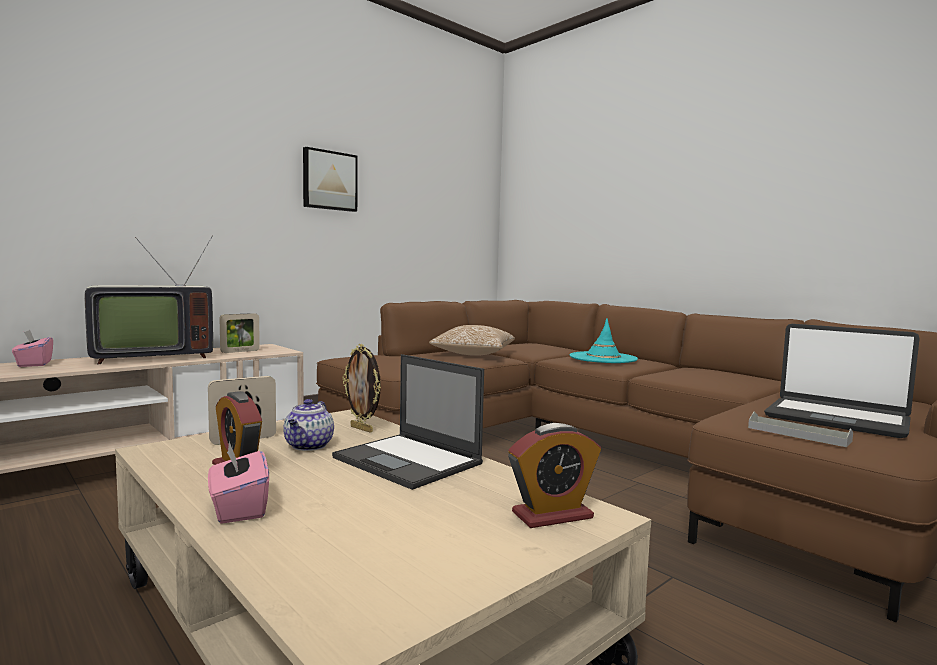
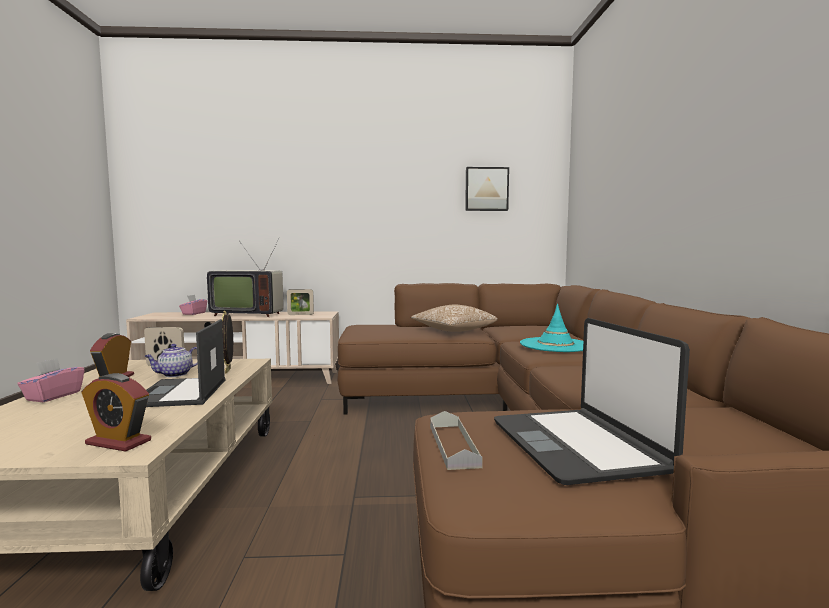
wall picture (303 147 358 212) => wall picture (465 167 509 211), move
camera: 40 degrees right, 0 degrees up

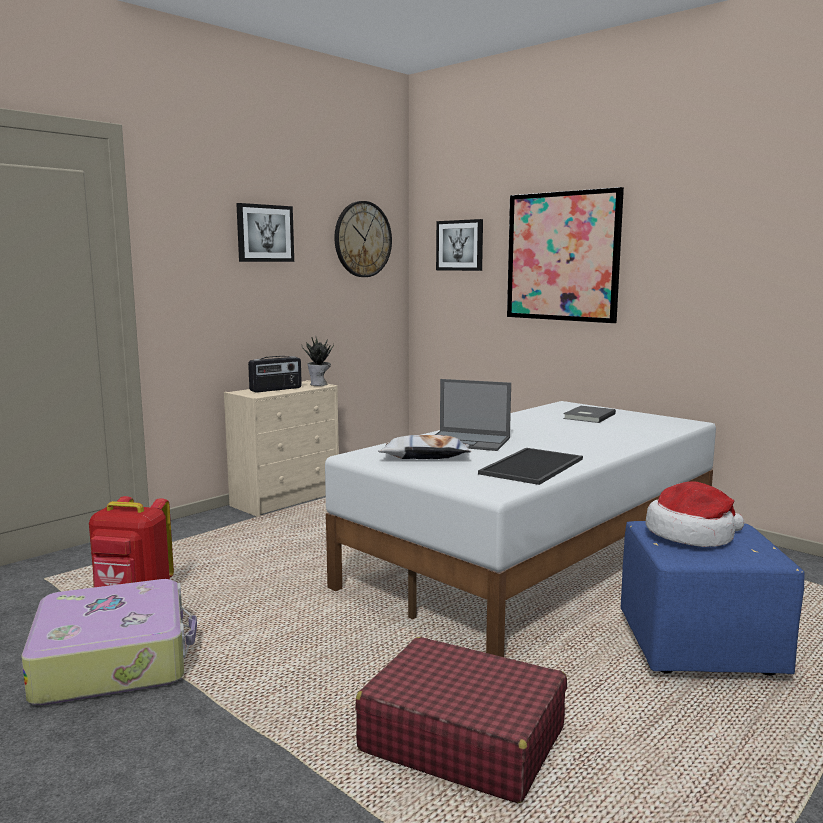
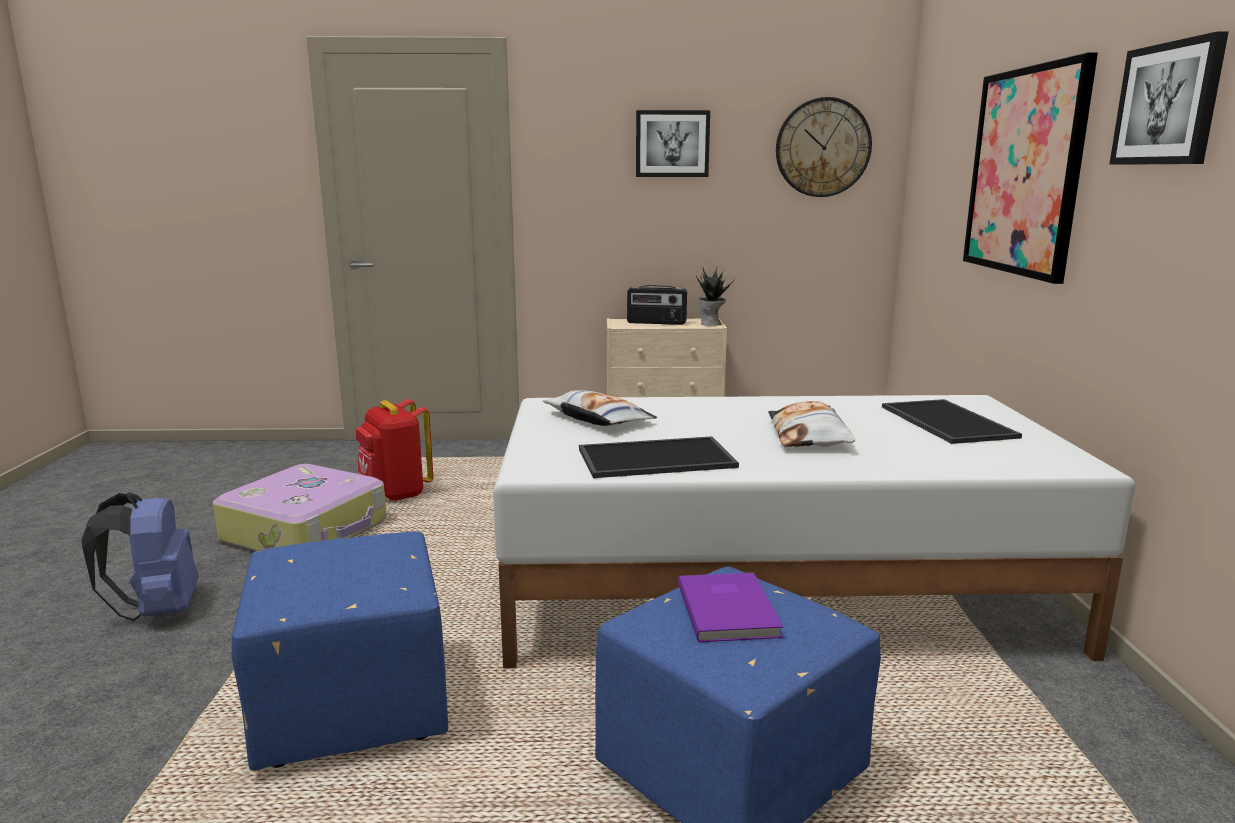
nothing => knapsack in bluish (81 493 199 621)
suitcase in red-coloured (355 637 567 803) => ottoman in bluish (231 532 448 771)
clothing hat (646 481 745 547) => book in purplish (678 572 783 642)
nothing => cushion (768 401 855 447)
book in grey (563 406 616 423) => tray (882 399 1022 444)
wall picture (436 219 483 271) => wall picture (1109 31 1229 165), move
notebook computer (435 379 511 451) => nothing
camera: 45 degrees right, 5 degrees up

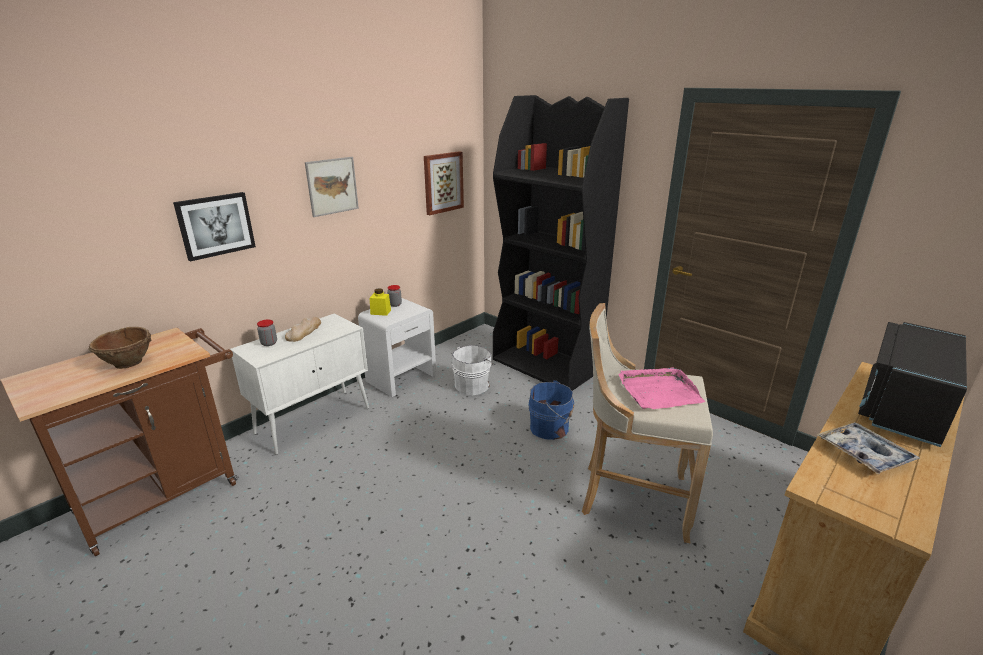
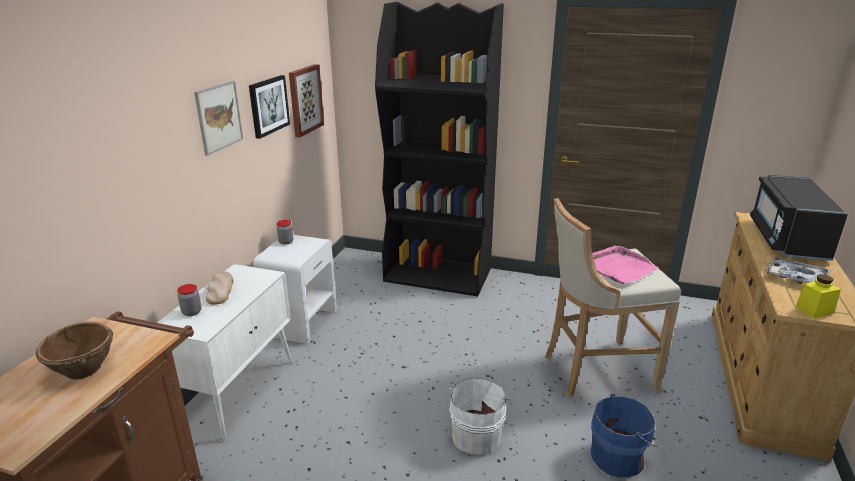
wall picture (173 192 256 261) => wall picture (249 75 290 139), move
bucket in whitish (452 345 495 395) => bucket in whitish (449 378 510 455), move
bucket in bluish (528 380 574 440) => bucket in bluish (591 393 659 477), move
preserve jar in yellowish (370 288 391 316) => preserve jar in yellowish (795 274 841 318), move
camera: 25 degrees left, 0 degrees up

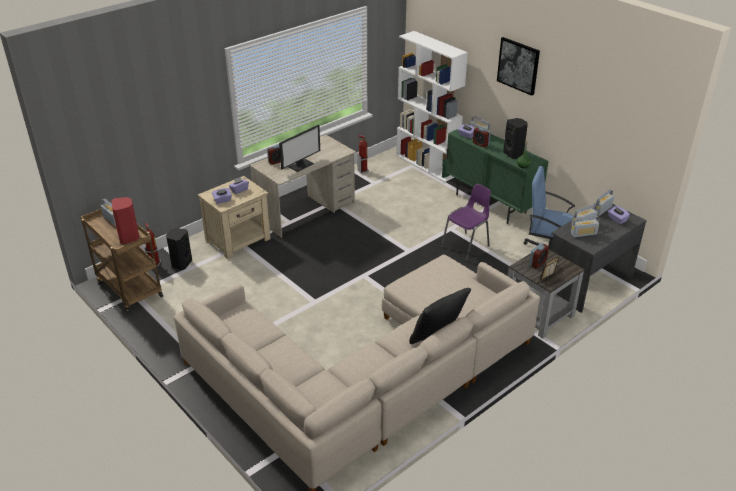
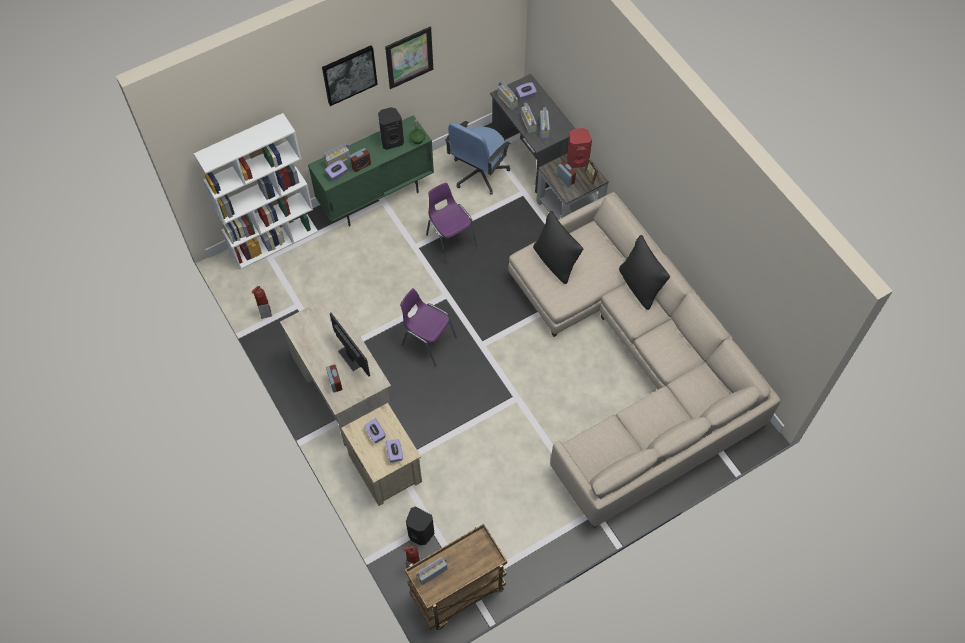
nothing => wall picture (385 27 433 89)
nothing => plain chair in purplish (400 288 457 366)
nothing => cushion in black-coloured (533 211 583 284)
speaker in red-coloured (111 197 139 244) => speaker in red-coloured (567 128 592 168), move
camera: 80 degrees left, 25 degrees up

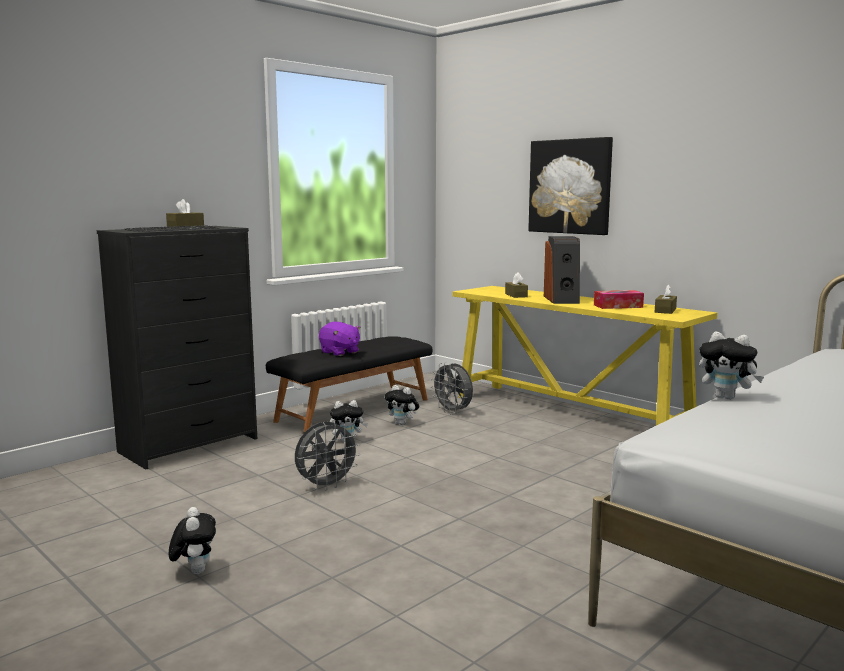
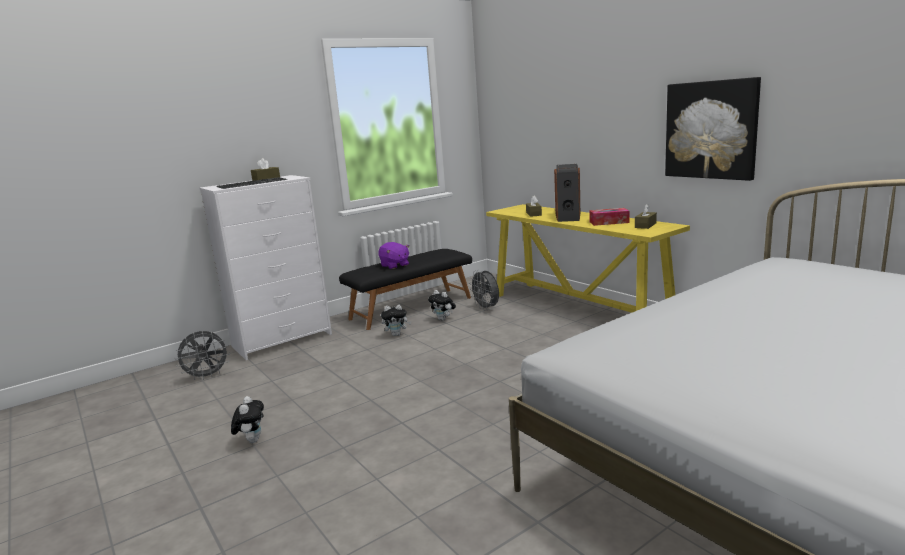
electric fan in grey (295 421 361 491) => electric fan in grey (174 331 229 380), move
dresser in black-coloured (97 226 257 470) => dresser in whitish (200 175 332 360)
wall picture (528 137 613 235) => wall picture (665 77 761 181), move
cuddly toy (699 332 764 400) => nothing
camera: 10 degrees right, 5 degrees up

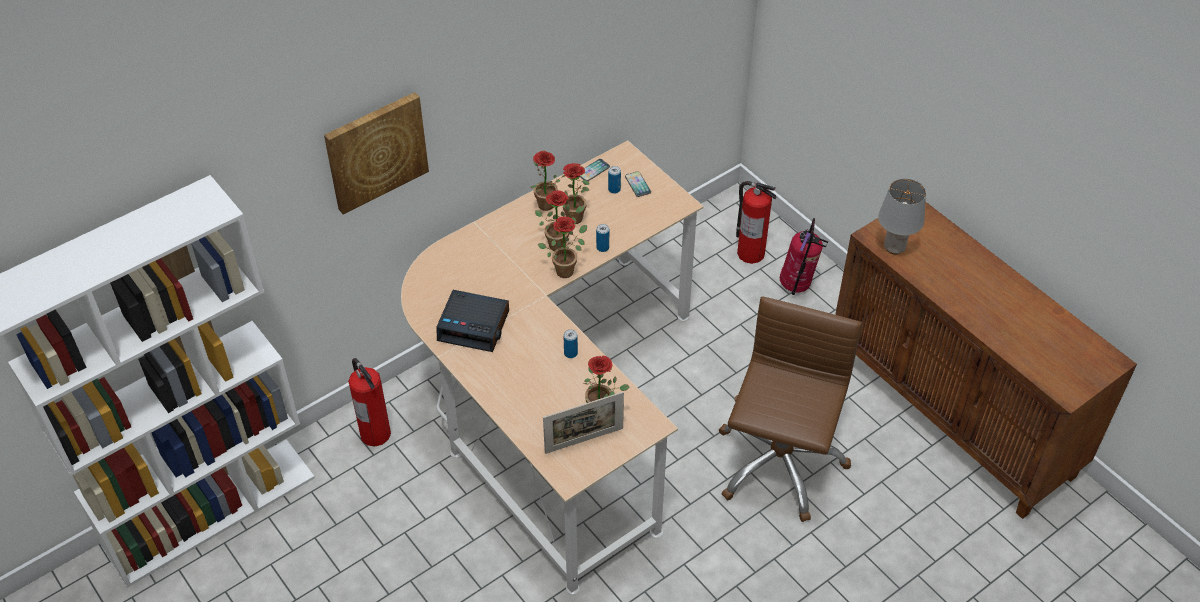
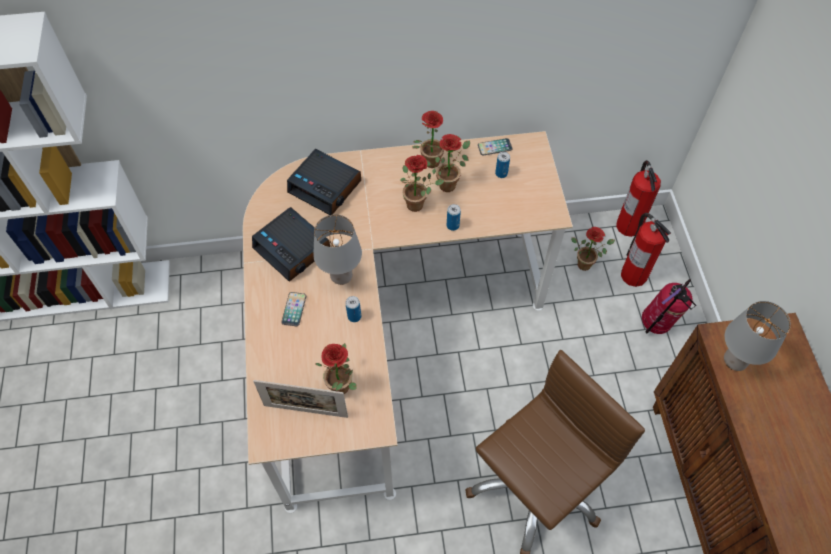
phone (625 171 651 197) => phone (281 292 306 326), move
nothing => bedside clock (287 149 361 215)
nothing => table lamp in grey (313 214 362 285)
plant in a pot (538 216 587 278) => plant in a pot (571 227 615 271), move
fire extinguisher (348 358 391 447) => fire extinguisher (616 160 661 237), move
wall picture (324 92 429 215) => nothing
camera: 30 degrees right, 10 degrees up

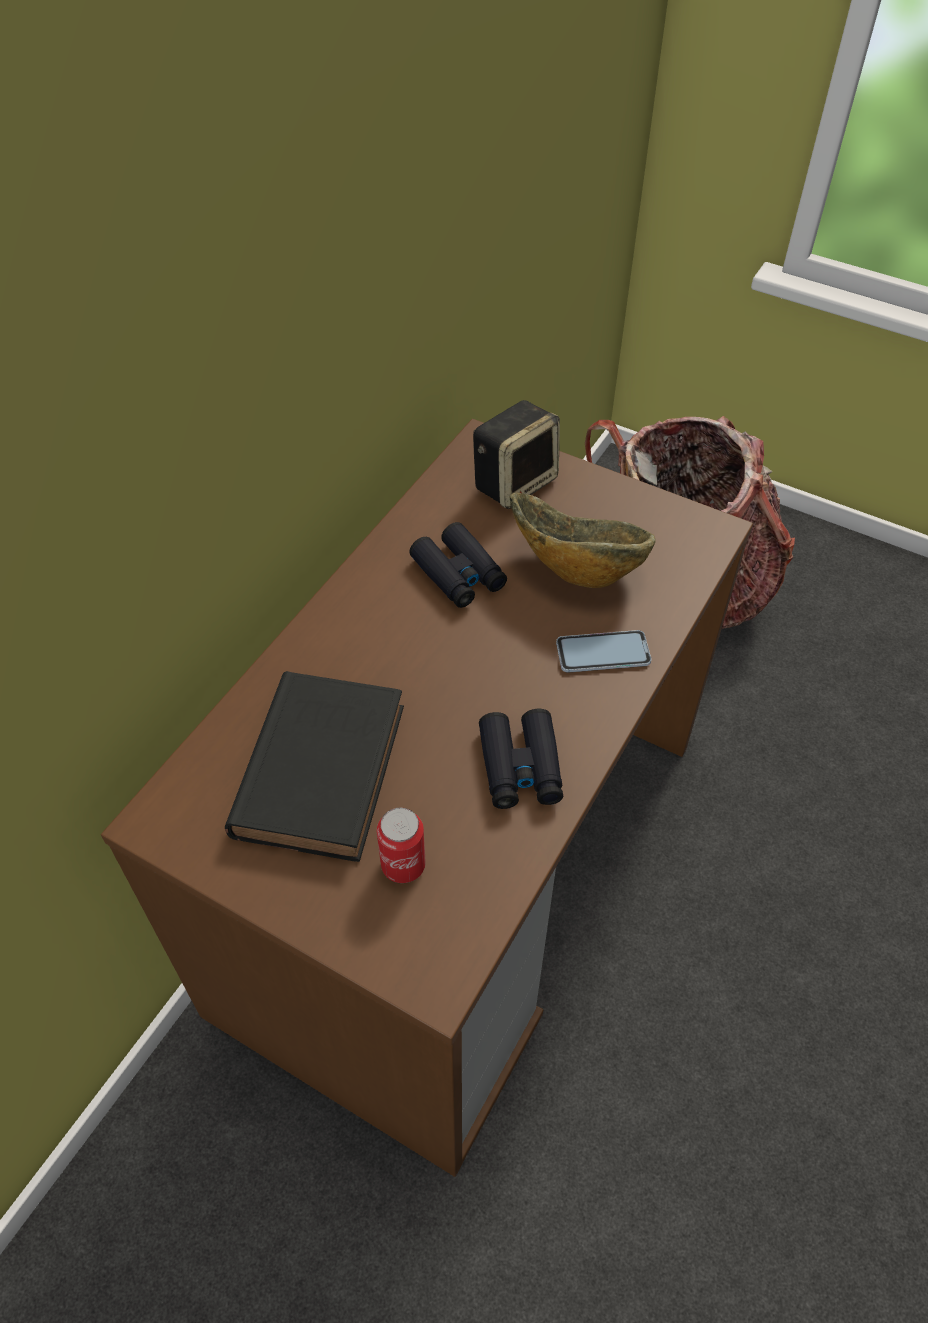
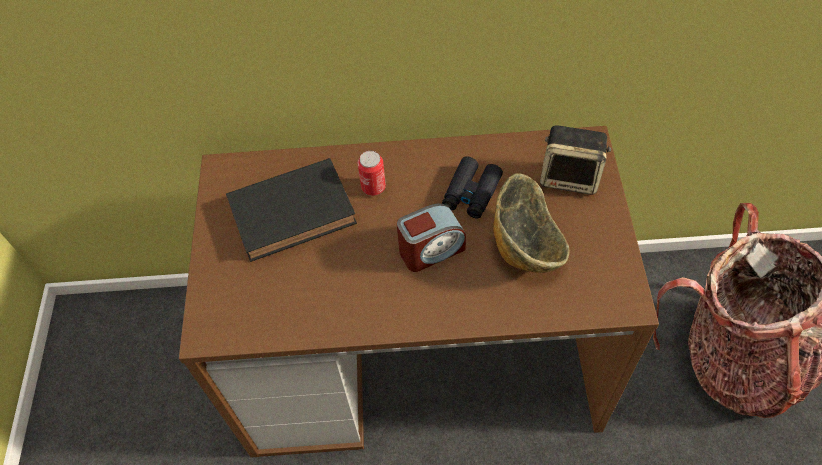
sealed can (377 808 426 883) => sealed can (357 151 386 196), move
nothing => bedside clock (397 203 466 272)
pair of binoculars in black-coloured (479 709 563 809) => nothing
phone (556 630 651 673) => nothing
camera: 60 degrees right, 5 degrees up

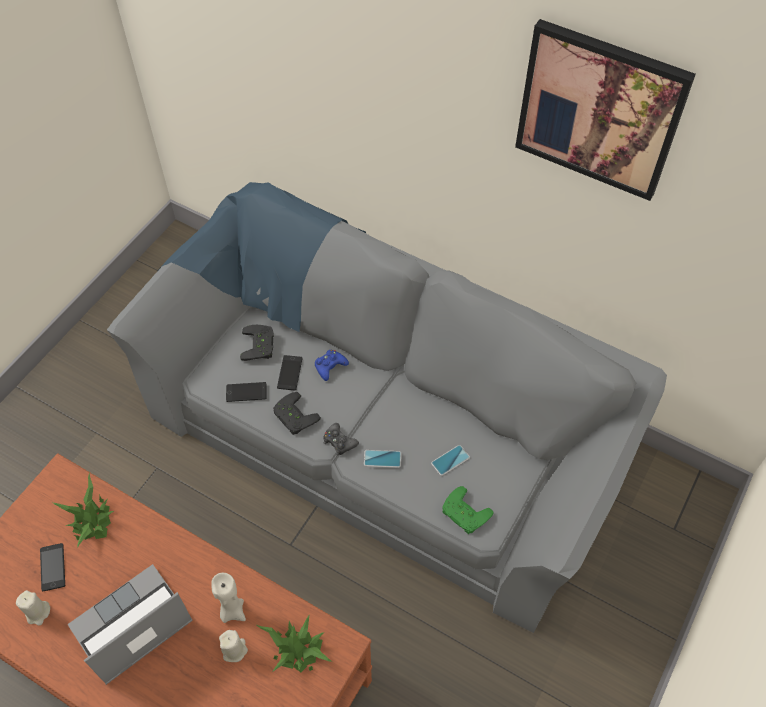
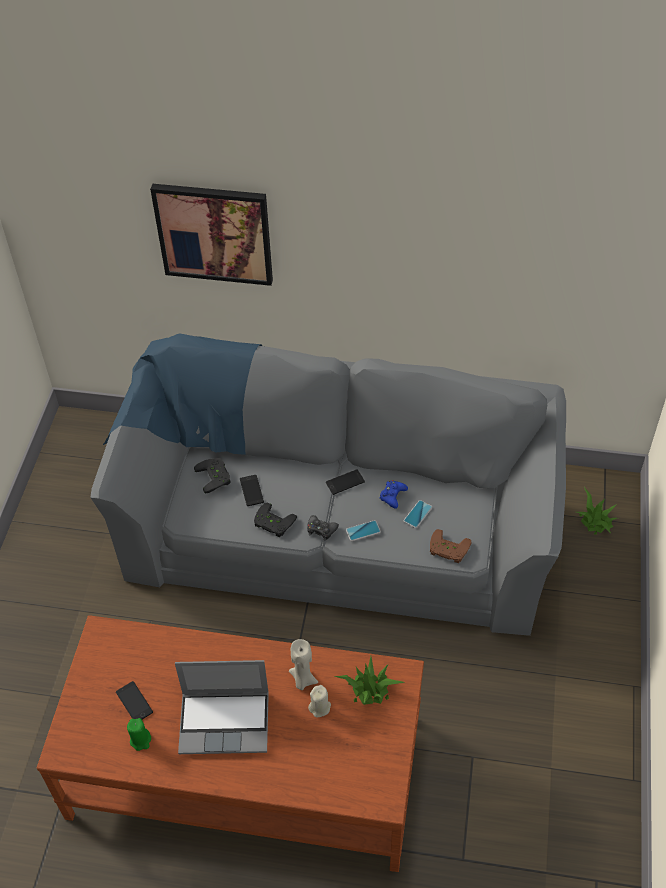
candle in beige-coloured (16 590 50 625) => candle in greenish (127 718 151 751)
wall picture (515 19 696 201) => wall picture (150 184 273 286), move
notebook computer (67 564 193 685) => notebook computer (175 660 269 754), 120 degrees counterclockwise
phone (226 382 267 402) => phone (326 469 365 495), move
gamepad in bluish (315 350 349 381) => gamepad in bluish (380 480 408 509), move
gamepad in greenish (442 486 494 534) => gamepad in brown-coloured (430 529 471 563)
plant in a pot (53 472 114 548) => plant in a pot (576 487 618 535), move
camera: 20 degrees left, 5 degrees down

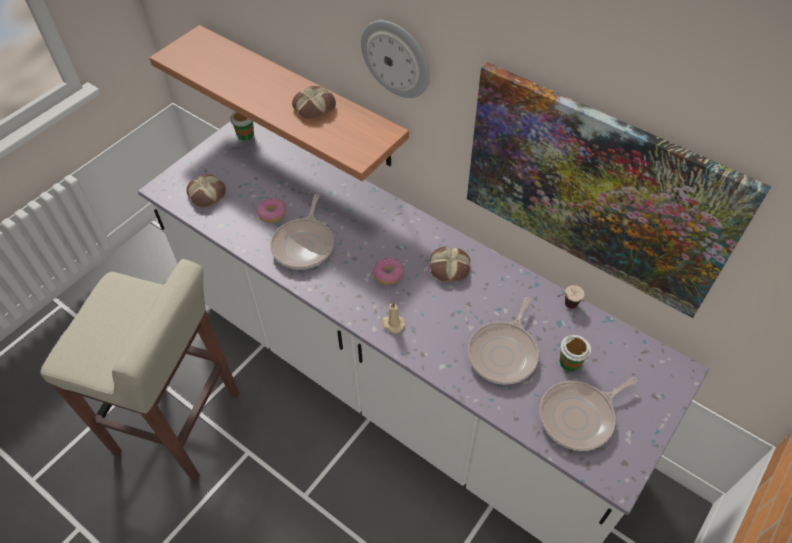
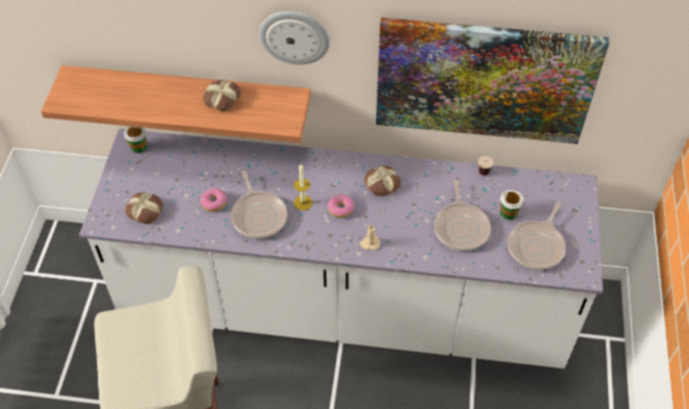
nothing => candle (294 164 313 210)
camera: 30 degrees left, 0 degrees up

